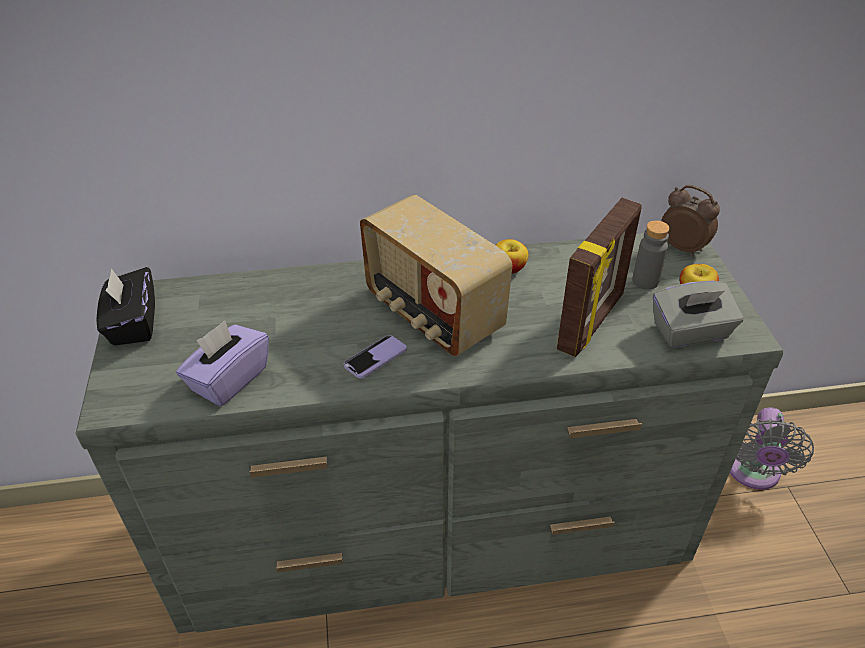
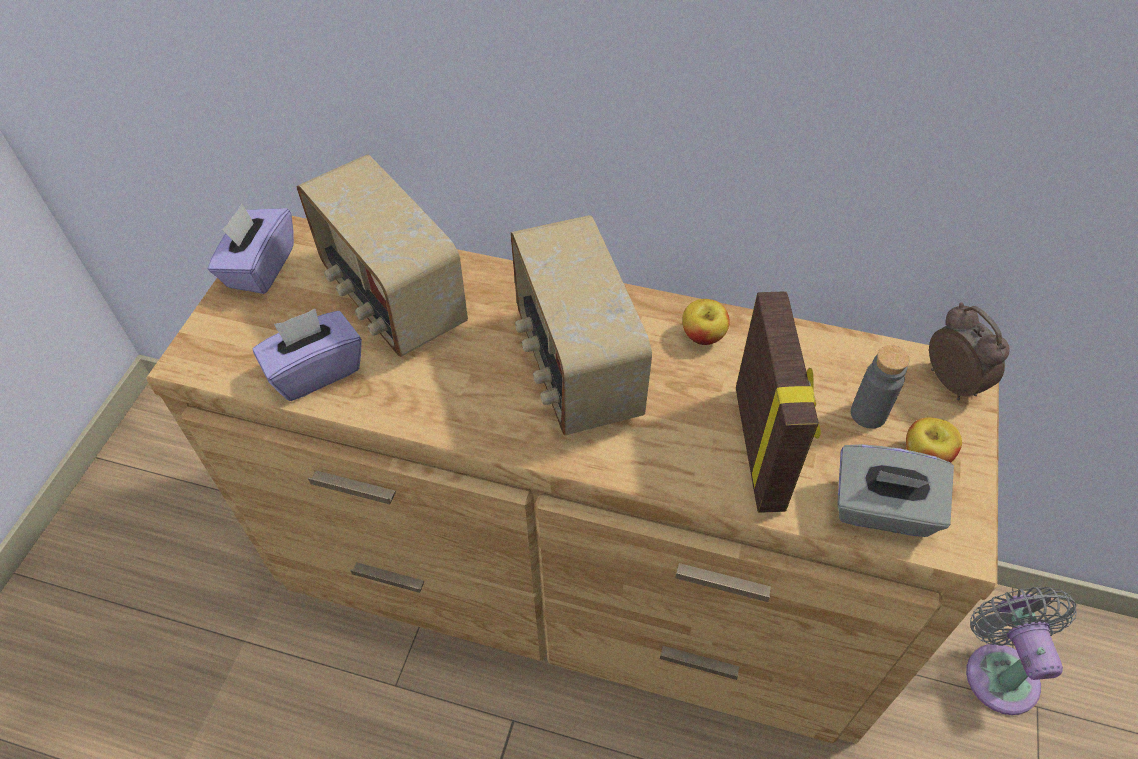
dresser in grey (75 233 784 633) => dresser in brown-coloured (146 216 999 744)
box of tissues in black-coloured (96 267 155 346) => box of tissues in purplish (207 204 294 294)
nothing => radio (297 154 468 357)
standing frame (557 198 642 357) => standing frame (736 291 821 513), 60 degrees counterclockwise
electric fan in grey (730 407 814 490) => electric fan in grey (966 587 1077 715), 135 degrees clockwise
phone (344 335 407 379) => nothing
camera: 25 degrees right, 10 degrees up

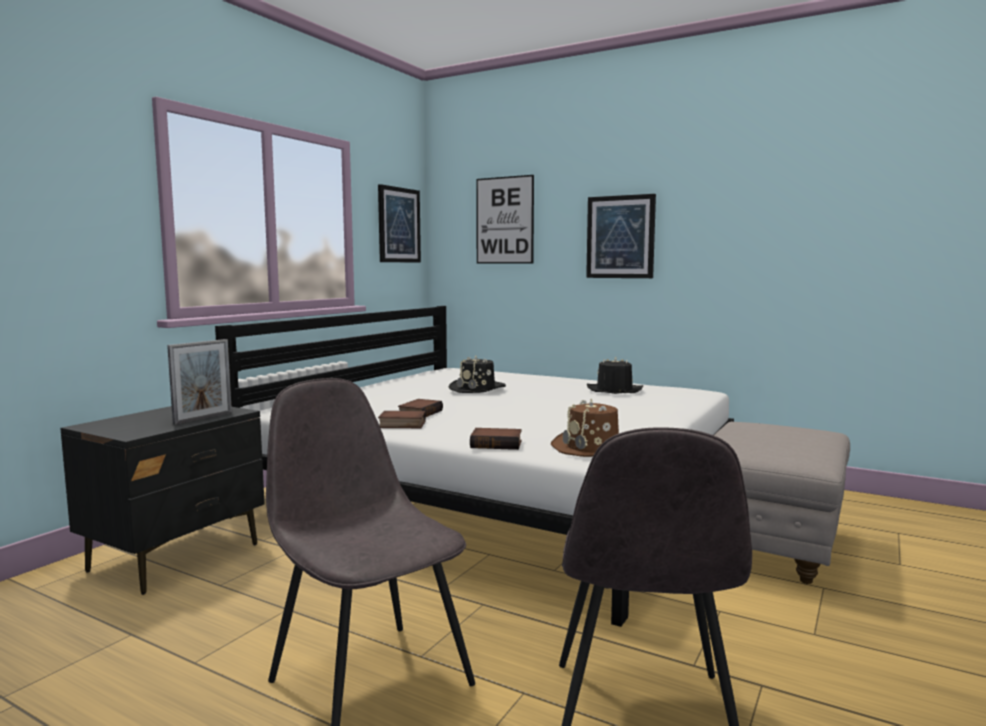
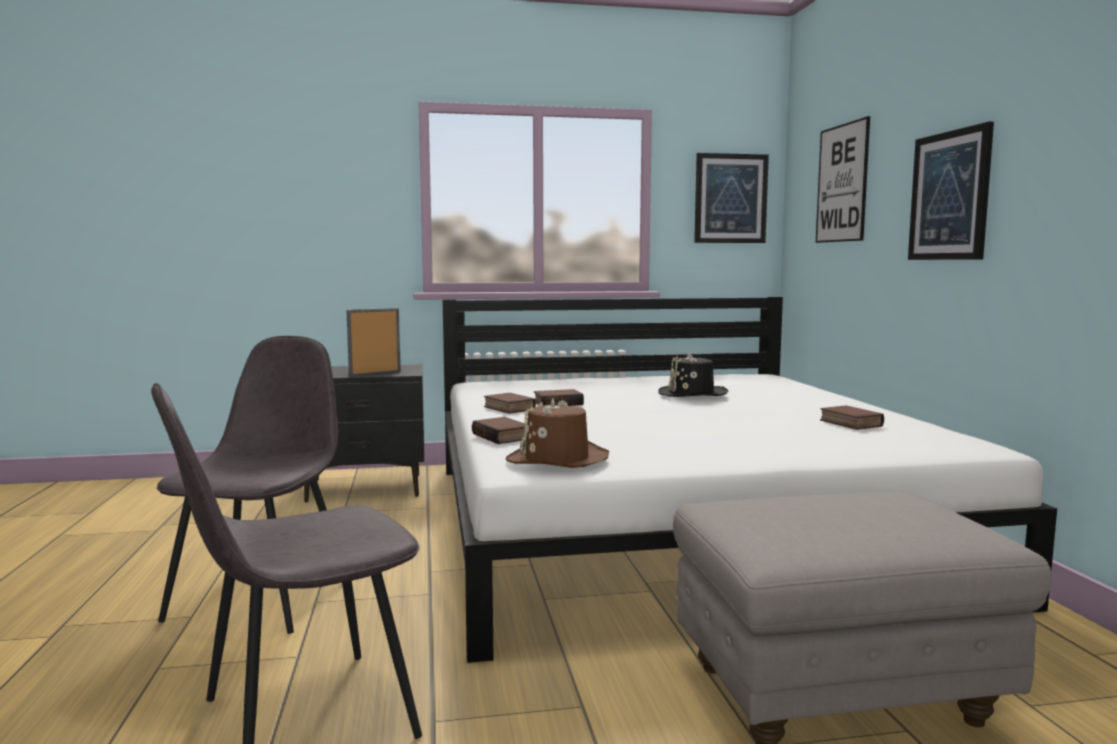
standing frame (167 339 232 425) => standing frame (346 308 401 377), 150 degrees clockwise
clothing hat in black-coloured (587 356 643 394) => book (820 406 884 430)
camera: 50 degrees right, 0 degrees up

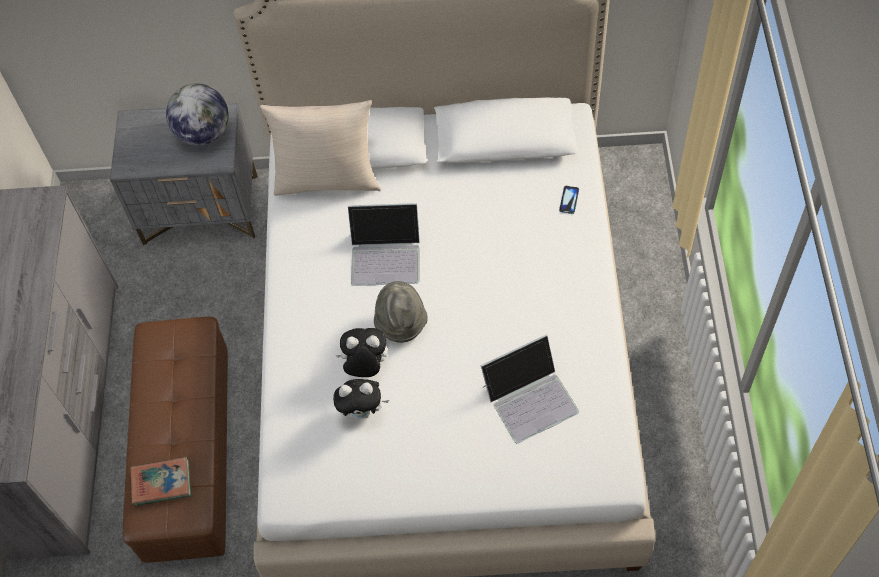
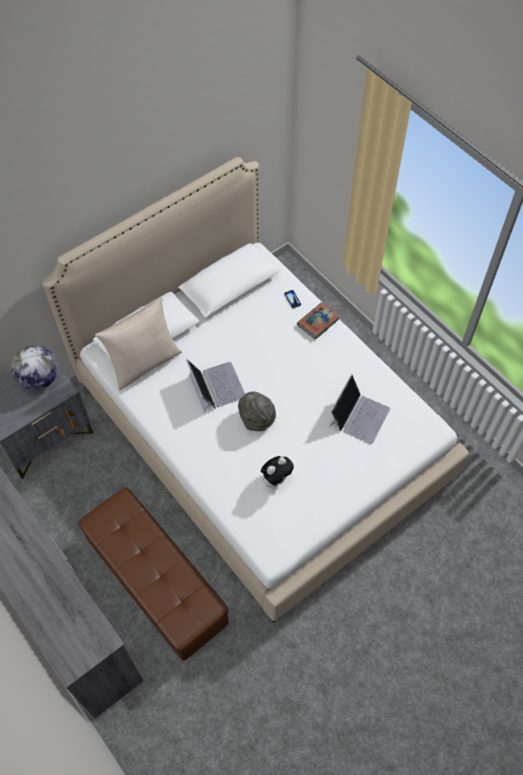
notebook computer (348 203 420 286) => notebook computer (186 359 245 412), 75 degrees counterclockwise
book (131 457 191 506) => book (297 302 340 340), move
cuddly toy (336 328 388 377) => nothing
camera: 40 degrees left, 0 degrees up

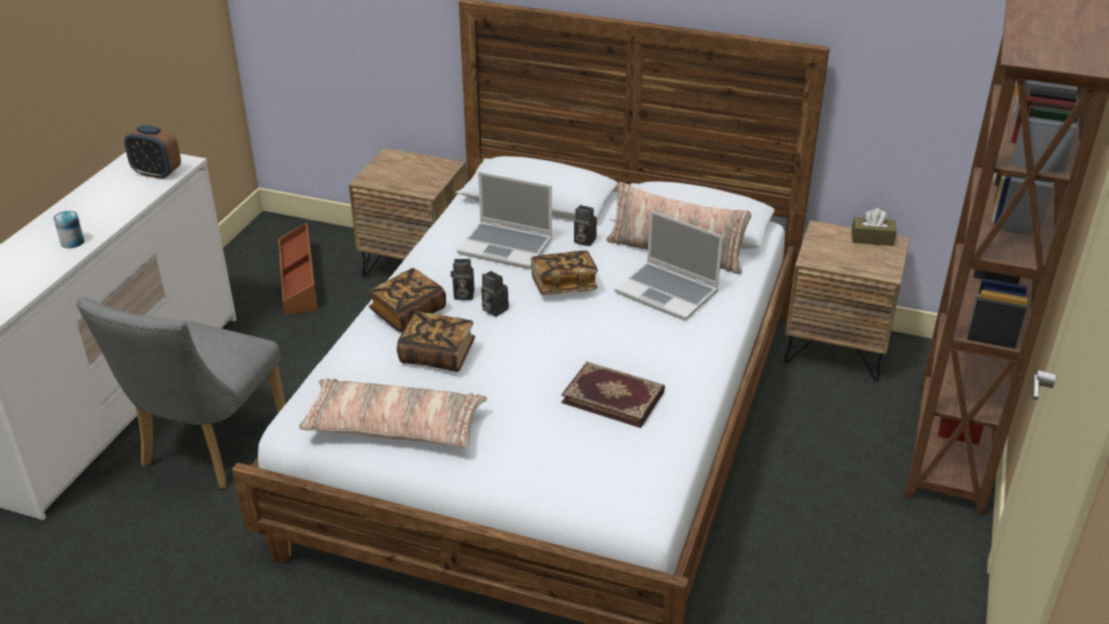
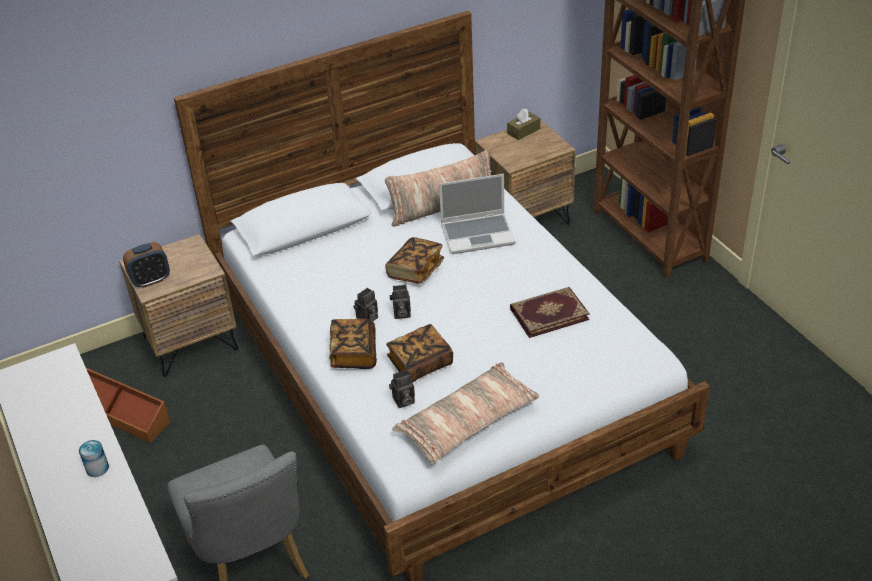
bedside clock (124 125 181 179) => bedside clock (123 242 170 288), move
still camera (574 205 597 246) => still camera (389 370 415 408), move
notebook computer (457 172 552 269) => nothing
camera: 45 degrees left, 5 degrees up

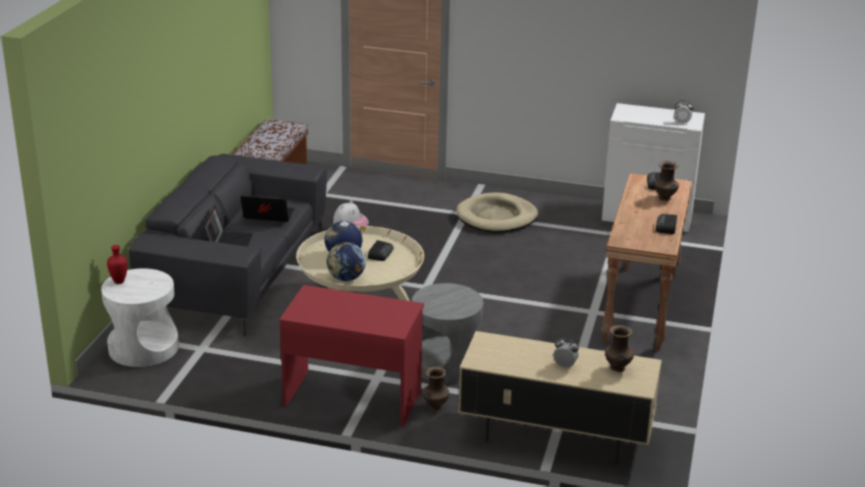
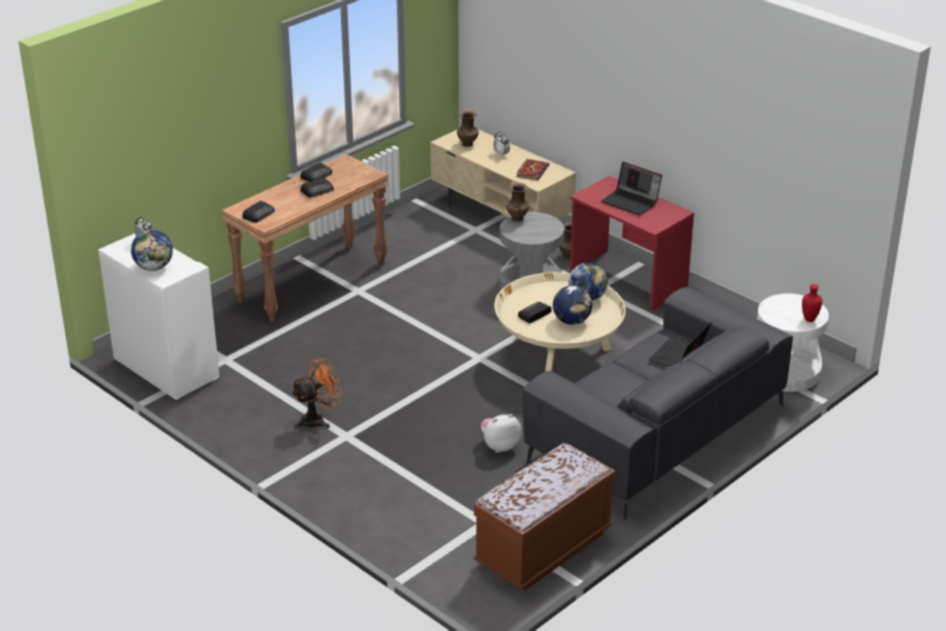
nothing => desk globe (131 229 173 271)
dog cushion in beige-coloured (456 192 538 233) => electric fan in orange-coloured (291 358 342 429)
nothing => radio (301 178 334 197)
vase in brown-coloured (654 161 679 201) => vase in brown-coloured (506 183 530 222), move
nothing => book (516 159 549 180)
notebook computer (240 196 295 222) => notebook computer (601 162 662 215), move
camera: 150 degrees left, 5 degrees up

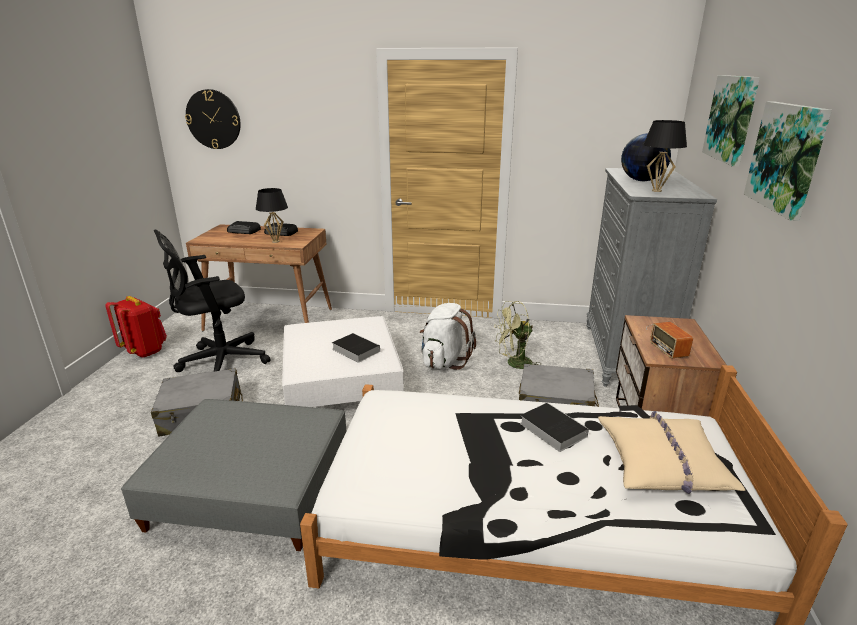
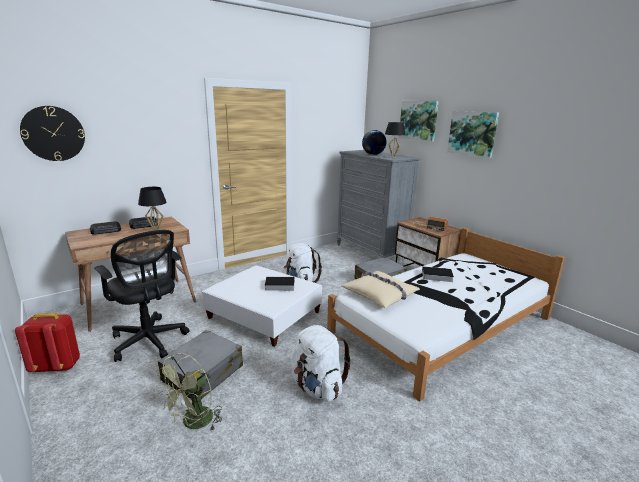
desk chair in black-coloured (154 229 271 372) => desk chair in black-coloured (94 230 190 362), 60 degrees counterclockwise
electric fan in greenish (494 301 540 369) => electric fan in greenish (155 353 222 430), move
ottoman in grey (121 399 346 551) => knapsack in whitish (291 325 351 402)
cushion in beige-coloured (598 411 745 494) => cushion in beige-coloured (341 271 420 308), move
camera: 45 degrees left, 5 degrees down

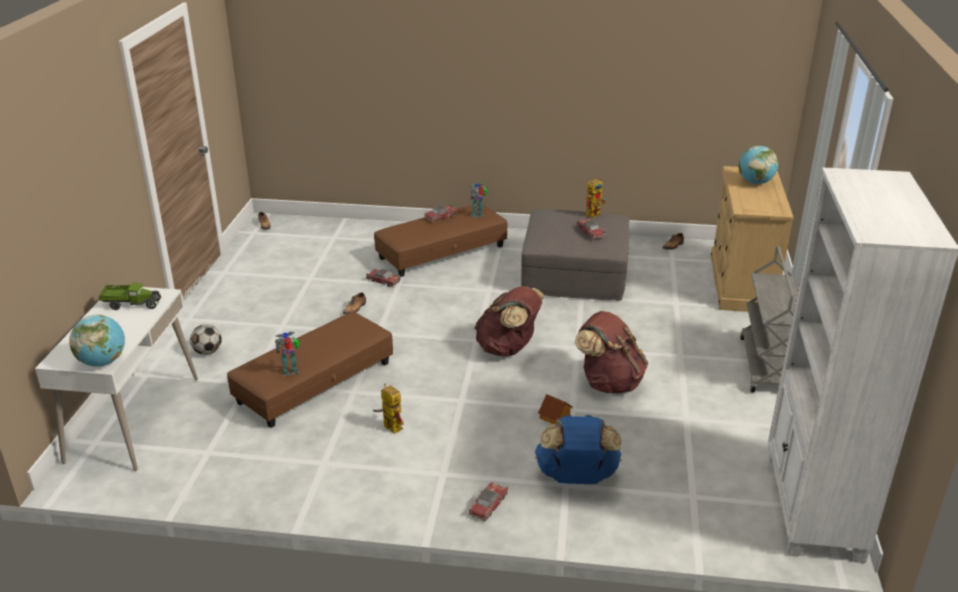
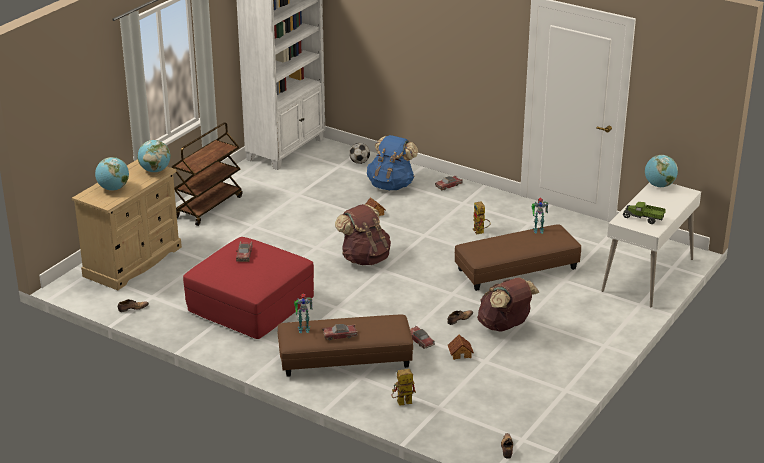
nothing => desk globe (138 140 171 172)
trolley in grey (740 246 798 393) => trolley in brown-coloured (172 122 242 226)
ottoman in grey (521 209 629 300) => ottoman in red-coloured (183 237 314 339)
ball for football (190 324 222 355) => ball for football (349 143 370 164), move
robot figure (586 178 606 218) => robot figure (392 369 416 406), move
nothing => toy house (448 335 474 360)
knapsack in brown-coloured (574 310 648 394) => knapsack in brown-coloured (477 278 540 332), move
camera: 155 degrees left, 0 degrees up

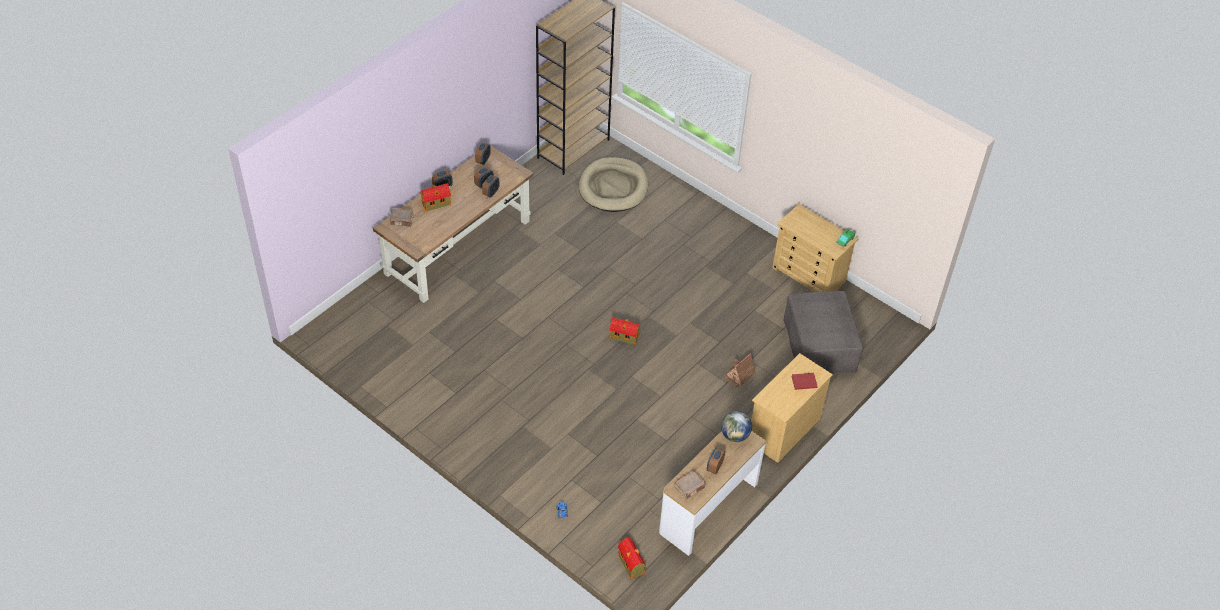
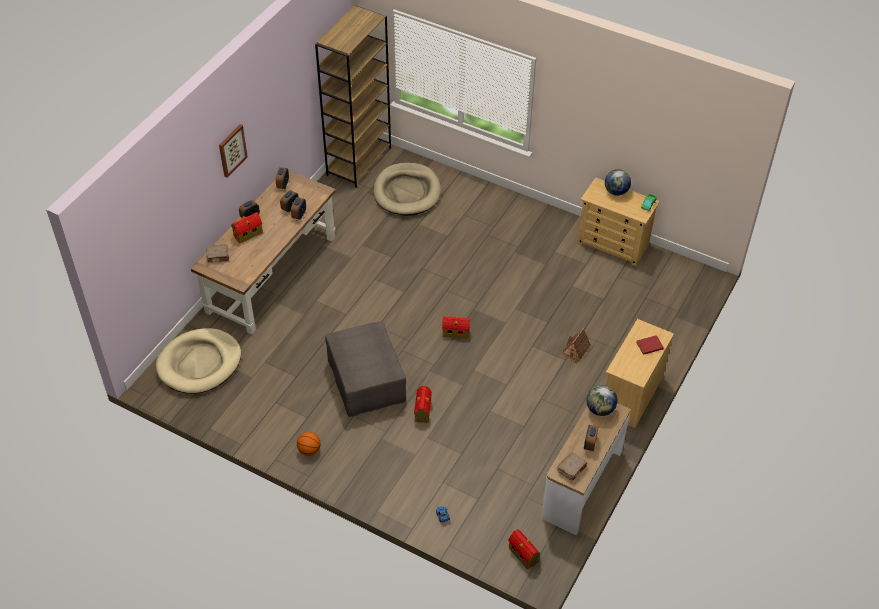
nothing => dog cushion in beige-coloured (156 328 241 394)
nothing => wall picture (219 124 248 178)
nothing => ball for basketball (297 432 321 456)
ottoman in grey (784 291 863 374) => ottoman in grey (325 322 406 417), move
nothing => toy house (414 385 432 423)
nothing => desk globe (605 169 631 196)
camera: 10 degrees left, 0 degrees up

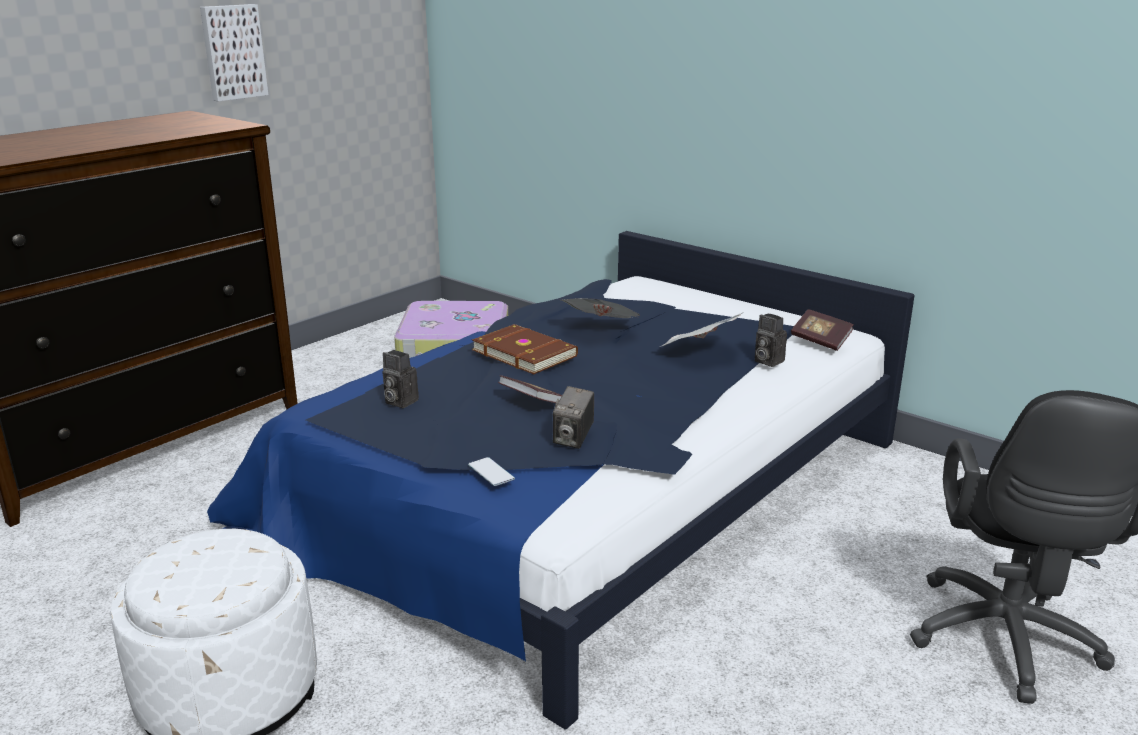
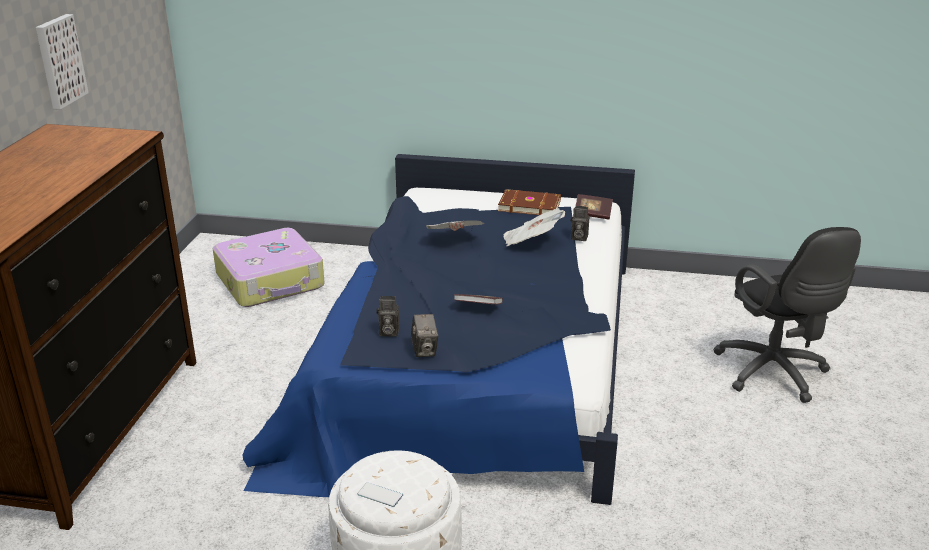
phone (468 457 515 486) => phone (357 482 403 507), move
still camera (553 386 594 449) => still camera (411 314 438 357), move
book in brown-coloured (472 324 578 374) => book in brown-coloured (498 189 561 215), move
camera: 30 degrees left, 5 degrees up

